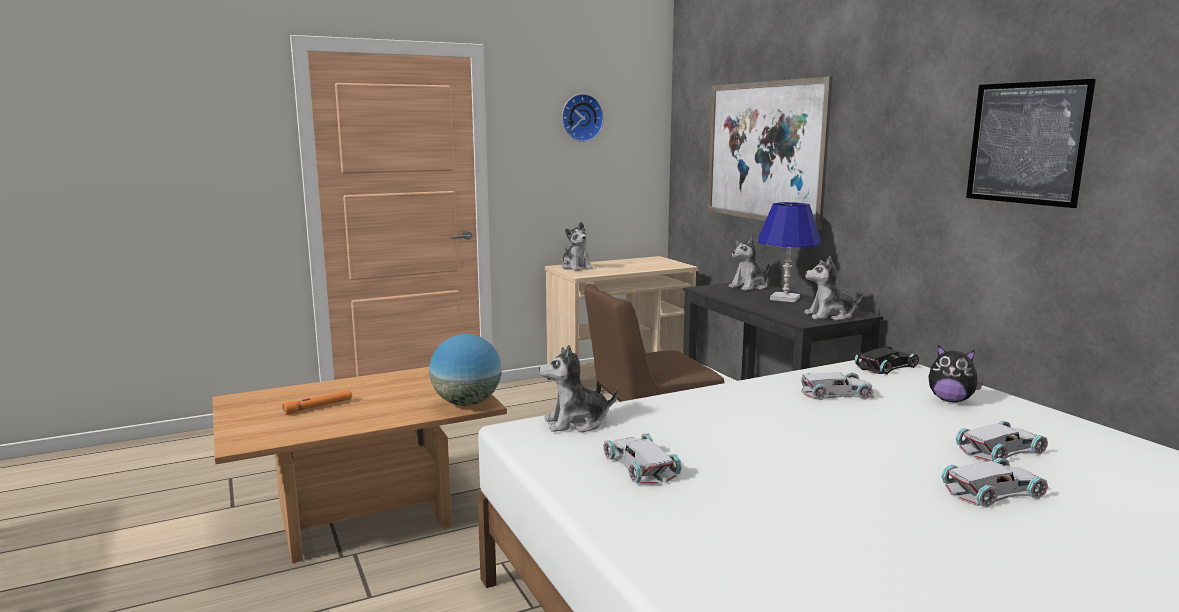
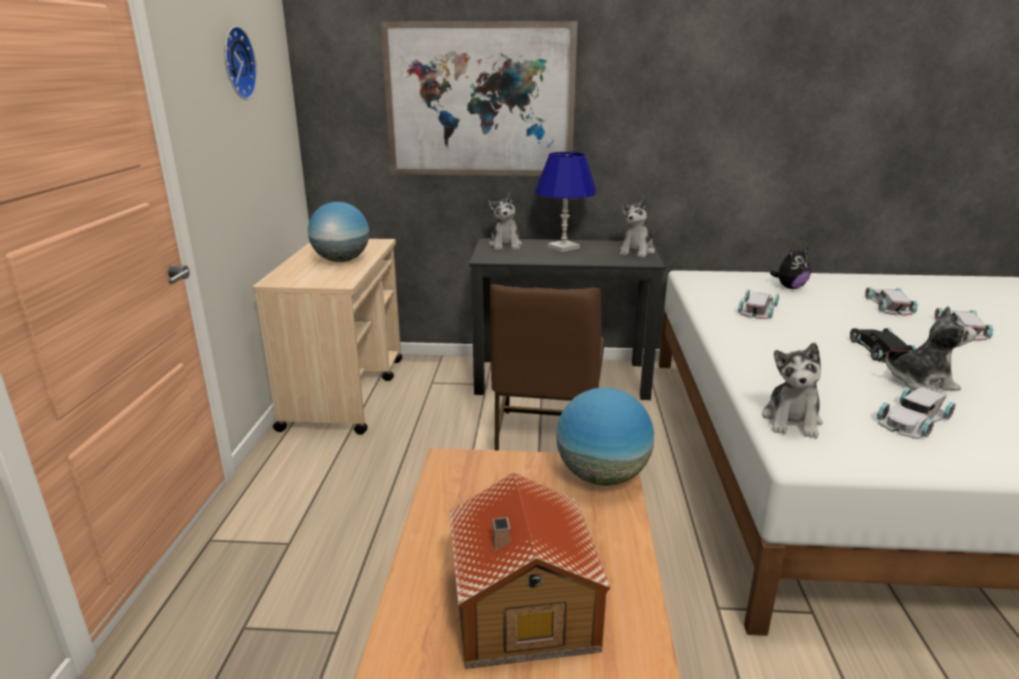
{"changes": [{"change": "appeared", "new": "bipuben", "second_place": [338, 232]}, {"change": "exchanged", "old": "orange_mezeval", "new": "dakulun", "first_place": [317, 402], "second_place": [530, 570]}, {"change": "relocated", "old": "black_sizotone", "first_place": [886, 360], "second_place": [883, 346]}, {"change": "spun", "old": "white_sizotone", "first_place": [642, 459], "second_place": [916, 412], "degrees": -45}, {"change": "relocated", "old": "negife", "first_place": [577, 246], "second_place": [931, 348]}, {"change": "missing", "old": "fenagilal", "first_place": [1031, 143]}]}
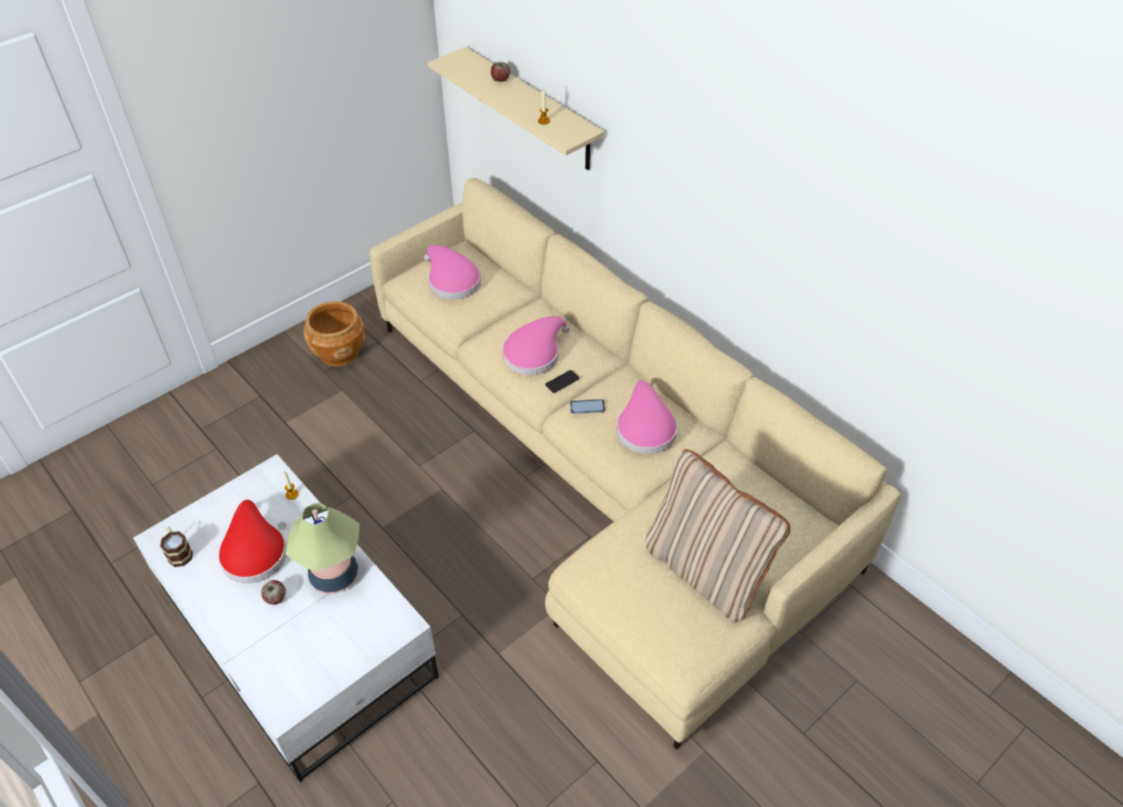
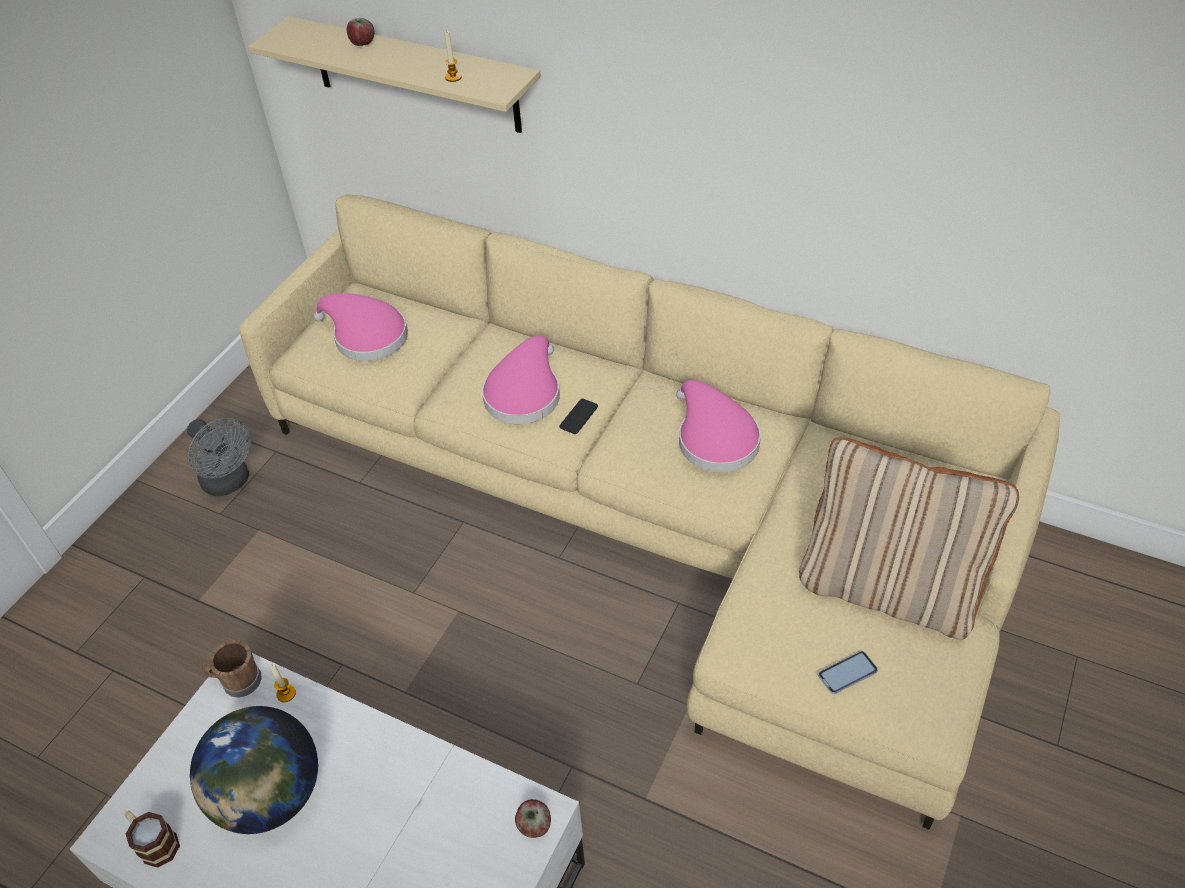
{"changes": [{"change": "exchanged", "old": "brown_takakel", "new": "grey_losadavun", "first_place": [334, 334], "second_place": [219, 457]}, {"change": "exchanged", "old": "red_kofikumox", "new": "bipuben", "first_place": [252, 542], "second_place": [254, 770]}, {"change": "appeared", "new": "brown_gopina", "second_place": [232, 668]}, {"change": "relocated", "old": "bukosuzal", "first_place": [273, 592], "second_place": [533, 818]}, {"change": "relocated", "old": "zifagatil", "first_place": [587, 406], "second_place": [848, 672]}, {"change": "missing", "old": "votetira", "first_place": [323, 548]}]}
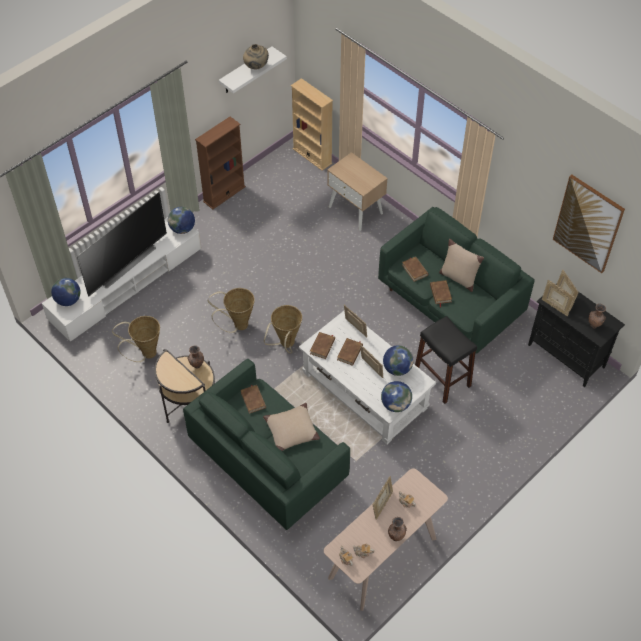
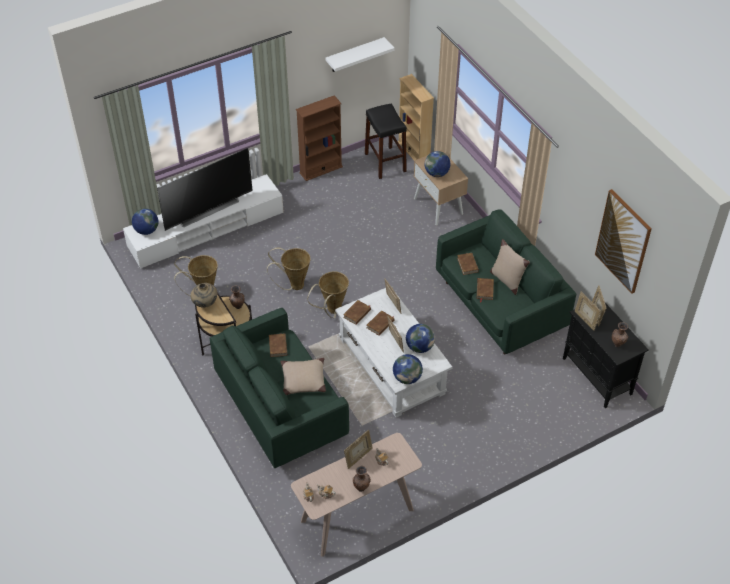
{"changes": [{"change": "relocated", "old": "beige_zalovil", "first_place": [256, 56], "second_place": [204, 295]}, {"change": "relocated", "old": "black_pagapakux", "first_place": [446, 360], "second_place": [386, 141]}, {"change": "relocated", "old": "bipuben", "first_place": [181, 220], "second_place": [437, 164]}]}
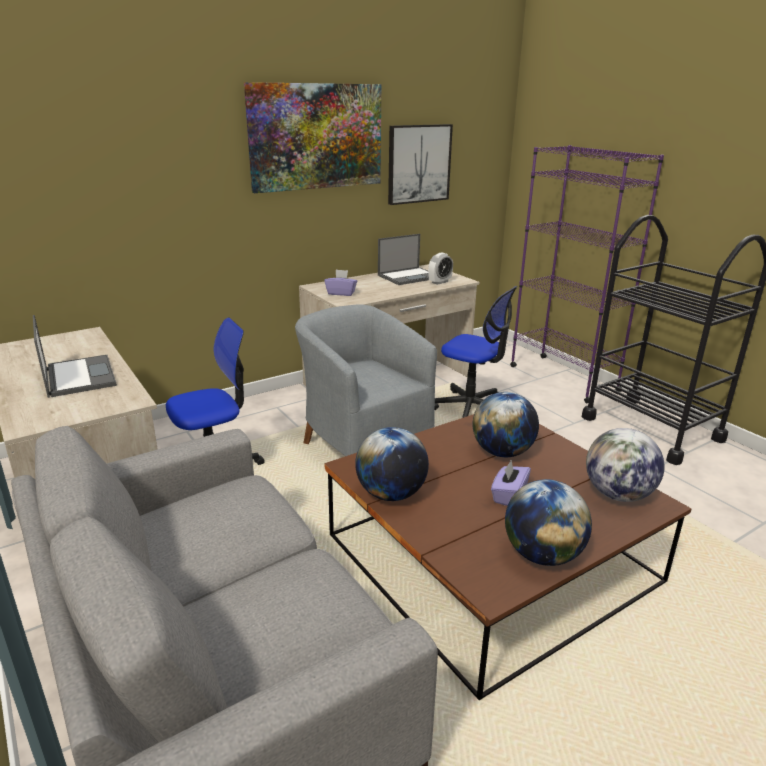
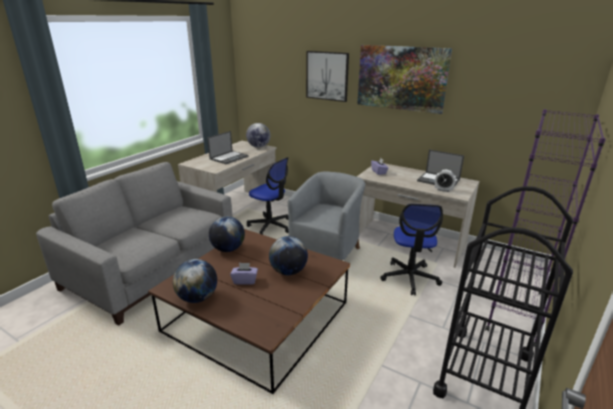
{"changes": [{"change": "relocated", "old": "bipuben", "first_place": [625, 465], "second_place": [258, 135]}, {"change": "relocated", "old": "fenagilal", "first_place": [420, 164], "second_place": [327, 76]}]}
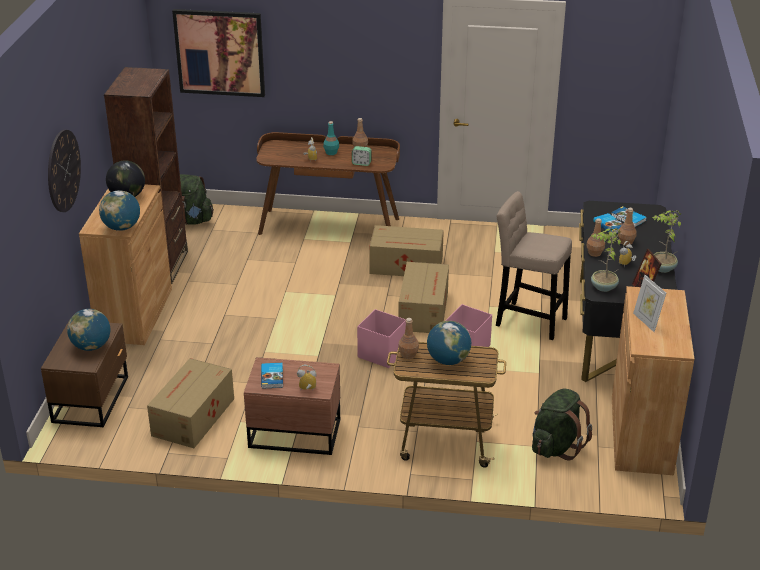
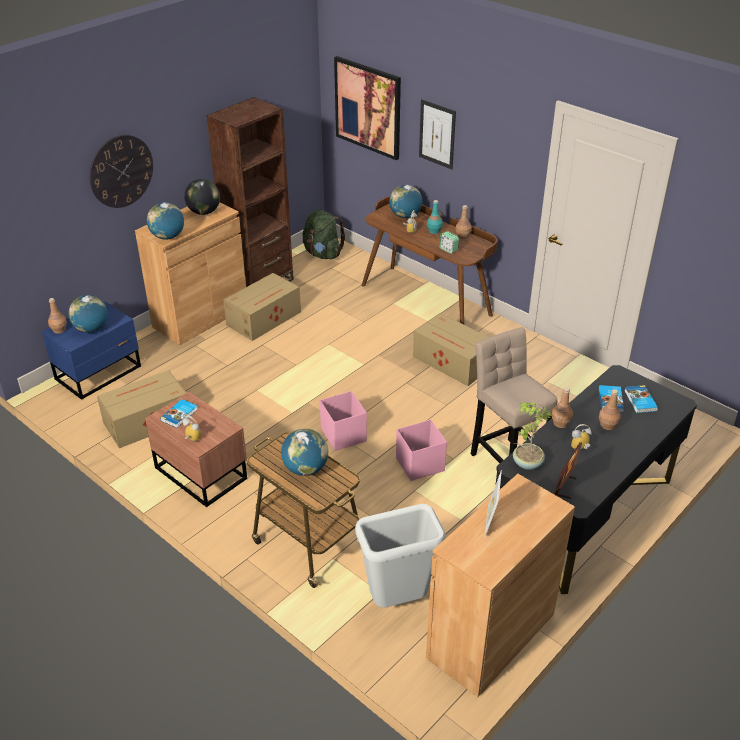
{"changes": [{"change": "colour", "old": "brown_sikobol", "new": "blue_sikobol", "first_place": [84, 373], "second_place": [91, 350]}, {"change": "relocated", "old": "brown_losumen", "first_place": [408, 338], "second_place": [57, 316]}, {"change": "relocated", "old": "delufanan", "first_place": [423, 297], "second_place": [262, 307]}, {"change": "exchanged", "old": "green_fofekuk", "new": "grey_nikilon", "first_place": [562, 425], "second_place": [400, 556]}, {"change": "appeared", "new": "bipuben", "second_place": [405, 201]}, {"change": "appeared", "new": "fenagilal", "second_place": [437, 134]}, {"change": "missing", "old": "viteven", "first_place": [666, 241]}]}
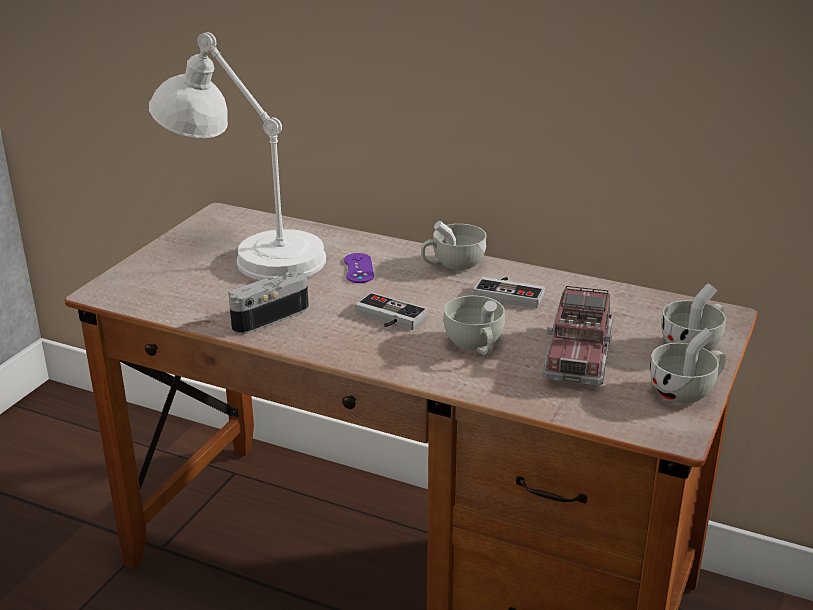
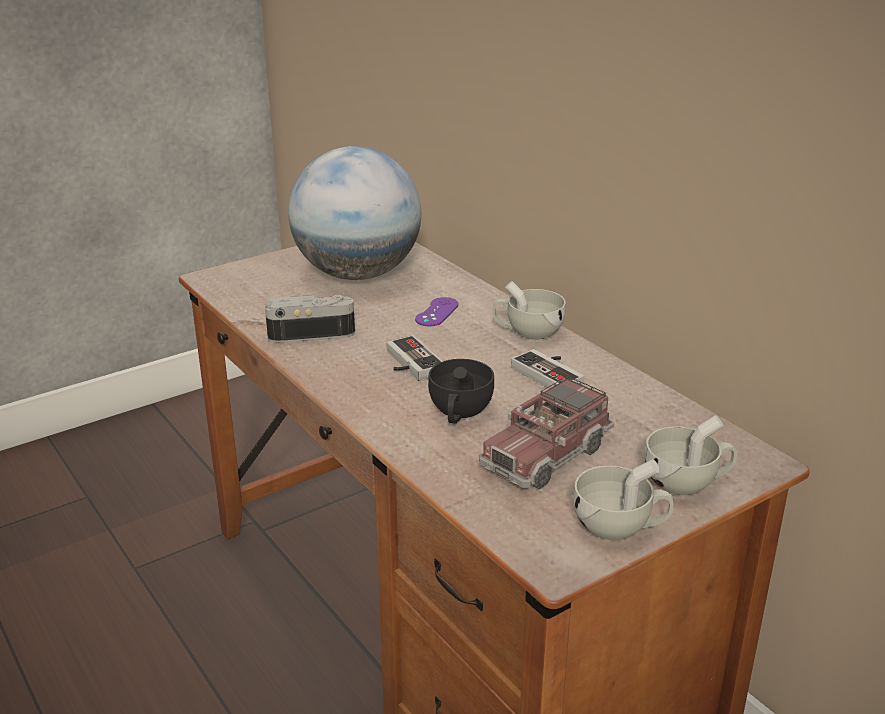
{"changes": [{"change": "exchanged", "old": "white_votetira", "new": "bipuben", "first_place": [237, 156], "second_place": [354, 213]}, {"change": "colour", "old": "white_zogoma", "new": "black_zogoma", "first_place": [474, 325], "second_place": [461, 391]}]}
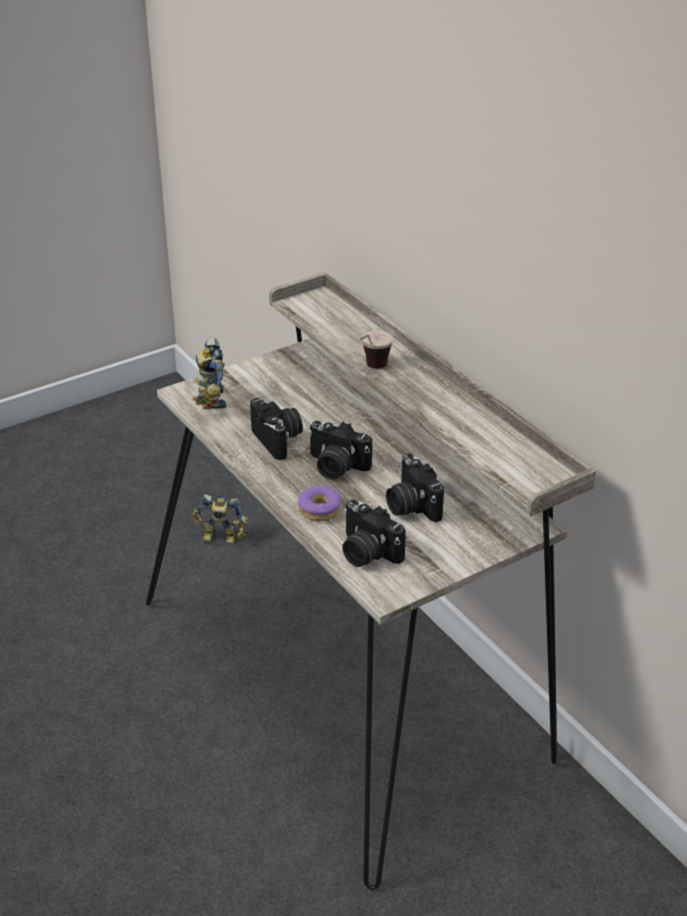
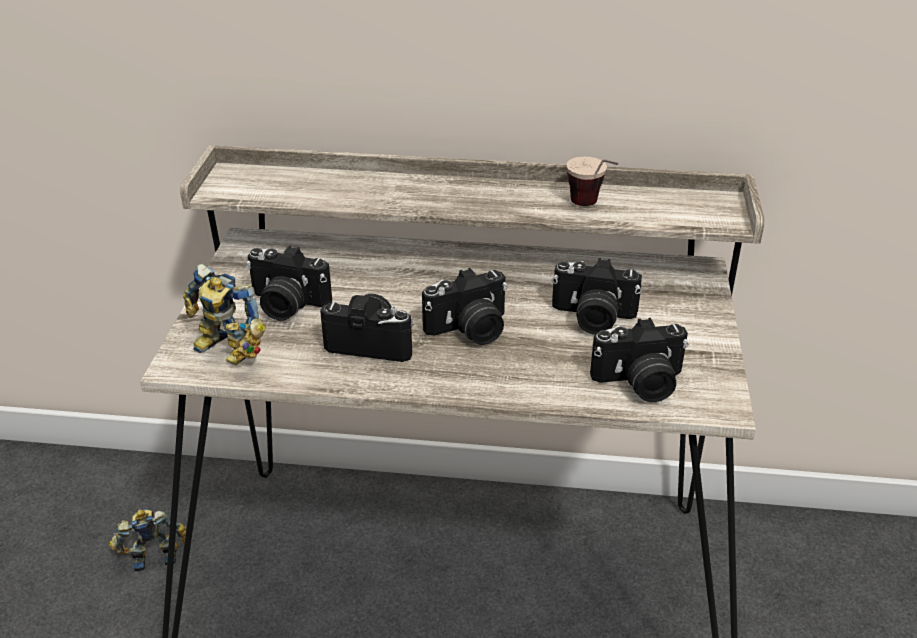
{"changes": [{"change": "spun", "old": "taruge", "first_place": [220, 519], "second_place": [148, 540], "degrees": -150}, {"change": "appeared", "new": "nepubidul", "second_place": [289, 283]}, {"change": "relocated", "old": "zogoma", "first_place": [376, 349], "second_place": [592, 181]}, {"change": "missing", "old": "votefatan", "first_place": [319, 504]}]}
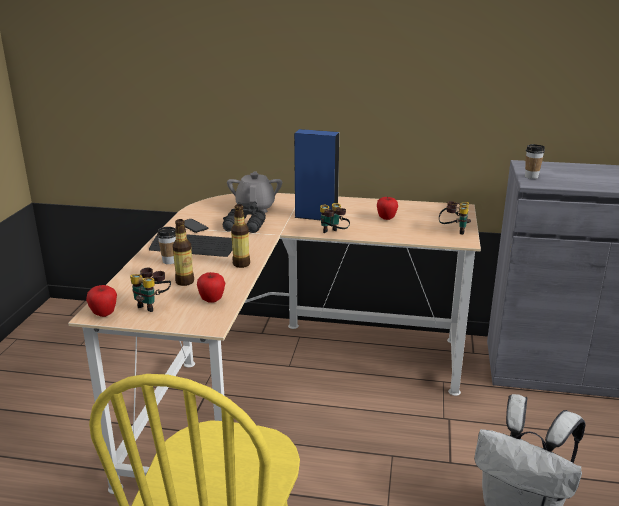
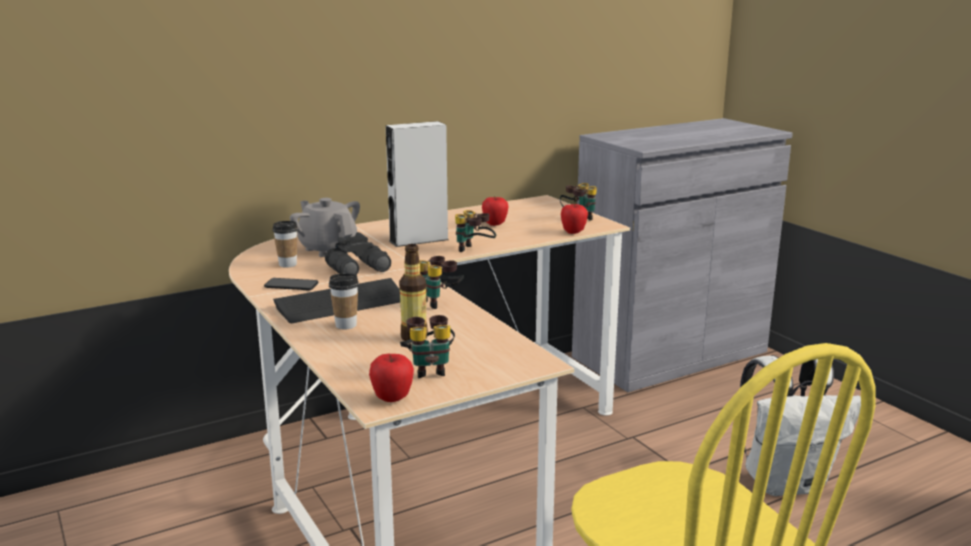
{"changes": [{"change": "relocated", "old": "zogoma", "first_place": [535, 161], "second_place": [285, 244]}, {"change": "colour", "old": "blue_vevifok", "new": "grey_vevifok", "first_place": [316, 174], "second_place": [417, 184]}, {"change": "exchanged", "old": "losumen", "new": "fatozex", "first_place": [240, 236], "second_place": [442, 282]}, {"change": "relocated", "old": "bukosuzal", "first_place": [211, 287], "second_place": [574, 219]}]}
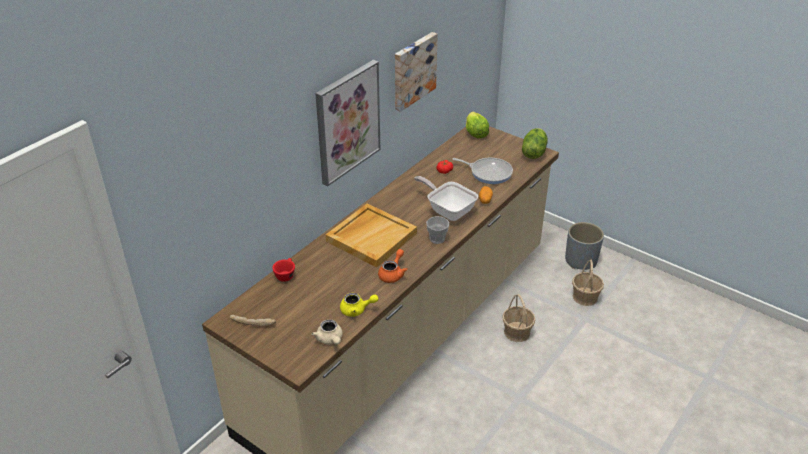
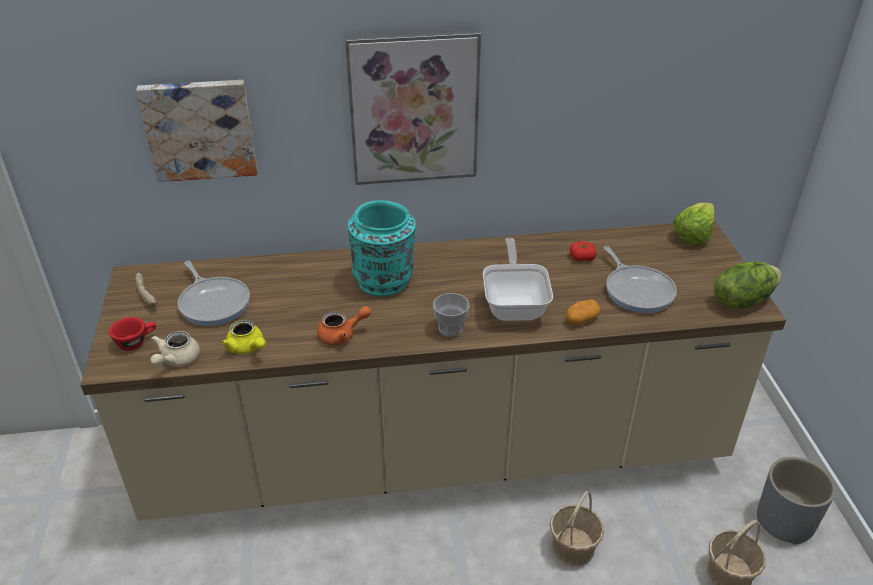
{"changes": [{"change": "relocated", "old": "red_zogoma", "first_place": [283, 270], "second_place": [132, 334]}, {"change": "relocated", "old": "fenagilal", "first_place": [416, 72], "second_place": [197, 131]}, {"change": "appeared", "new": "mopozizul", "second_place": [214, 293]}, {"change": "exchanged", "old": "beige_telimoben", "new": "turquoise_zalovil", "first_place": [371, 236], "second_place": [382, 248]}]}
